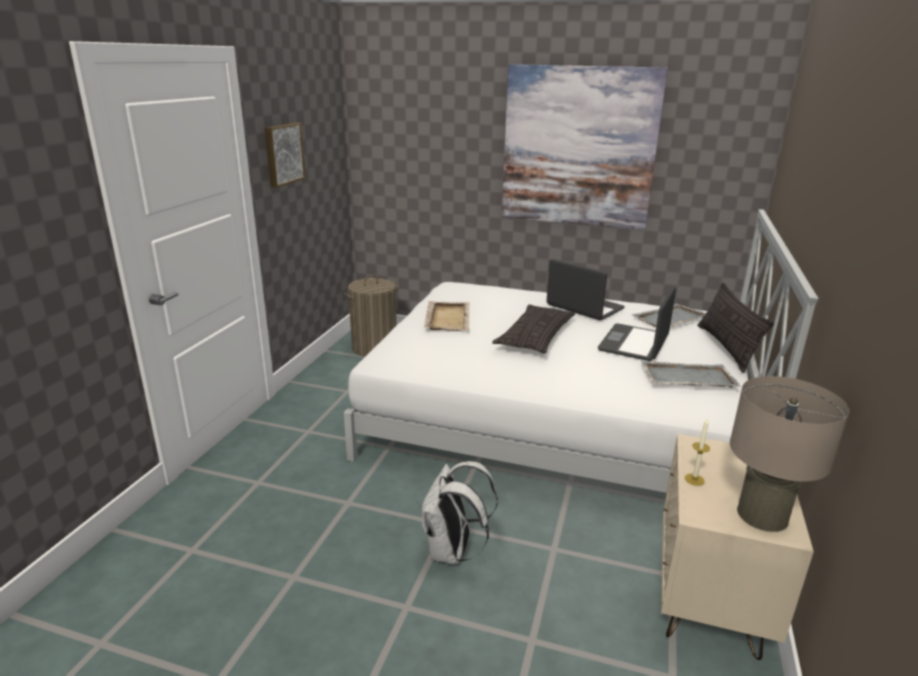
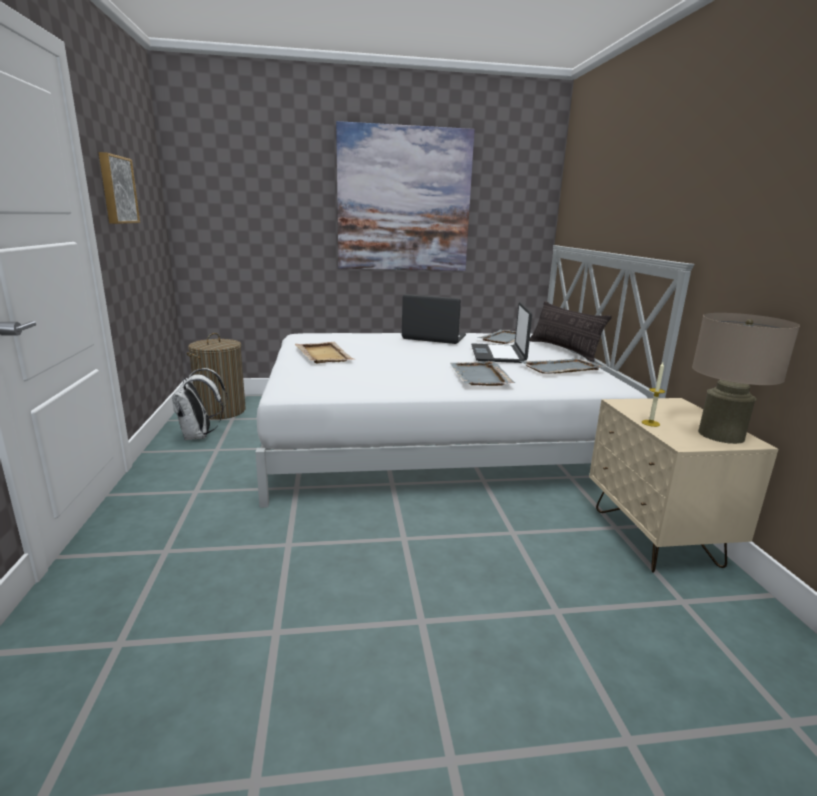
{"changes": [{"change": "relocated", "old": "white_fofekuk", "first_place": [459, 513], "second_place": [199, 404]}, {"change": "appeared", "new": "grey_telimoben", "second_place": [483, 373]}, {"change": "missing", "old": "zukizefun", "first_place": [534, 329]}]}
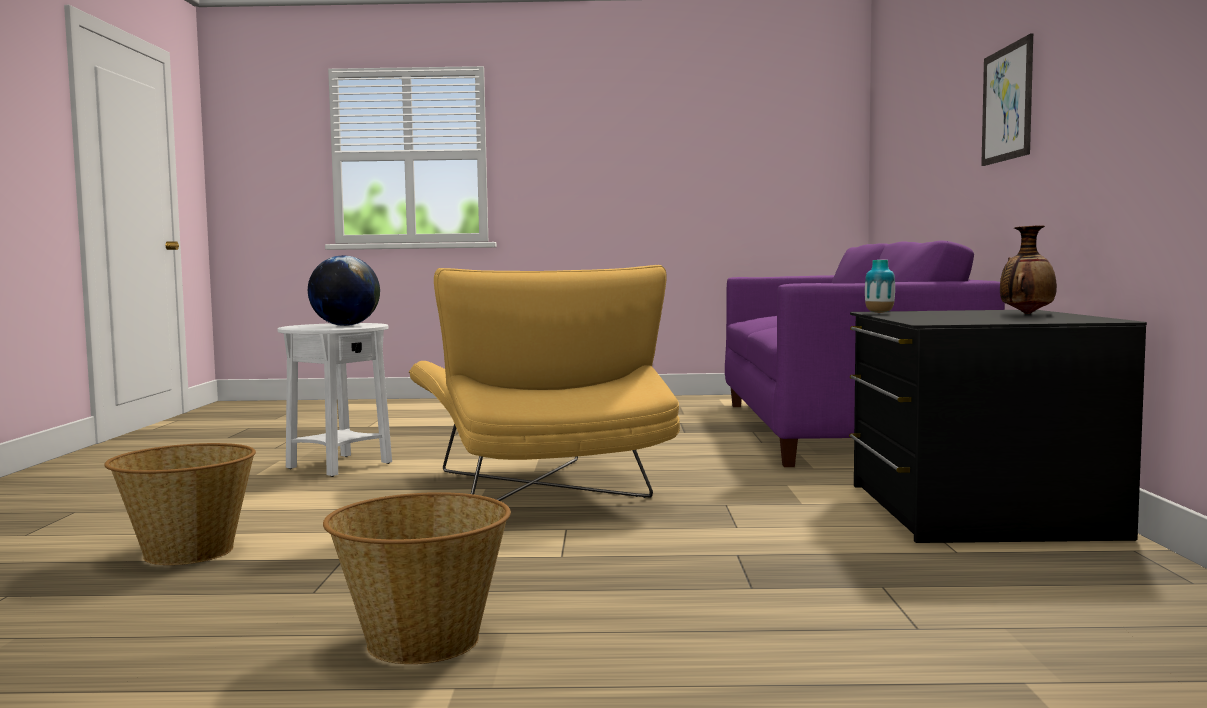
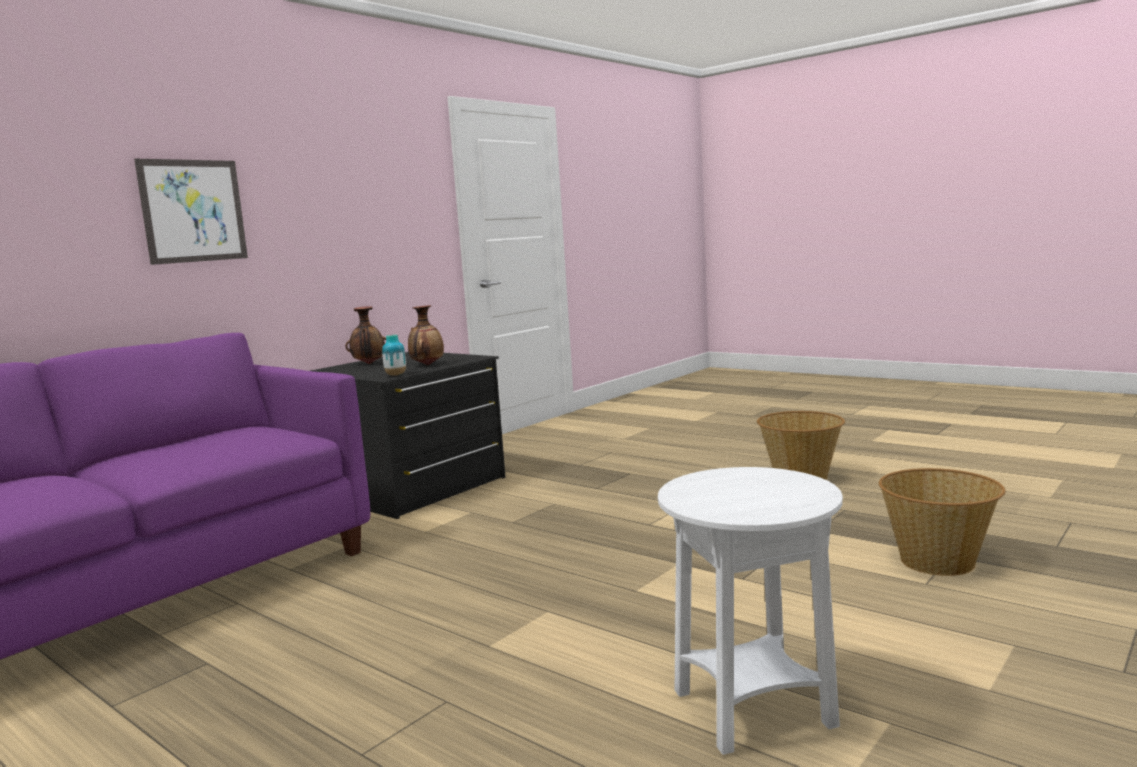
{"changes": [{"change": "appeared", "new": "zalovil", "second_place": [426, 335]}, {"change": "missing", "old": "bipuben", "first_place": [344, 290]}, {"change": "missing", "old": "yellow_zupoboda", "first_place": [544, 383]}]}
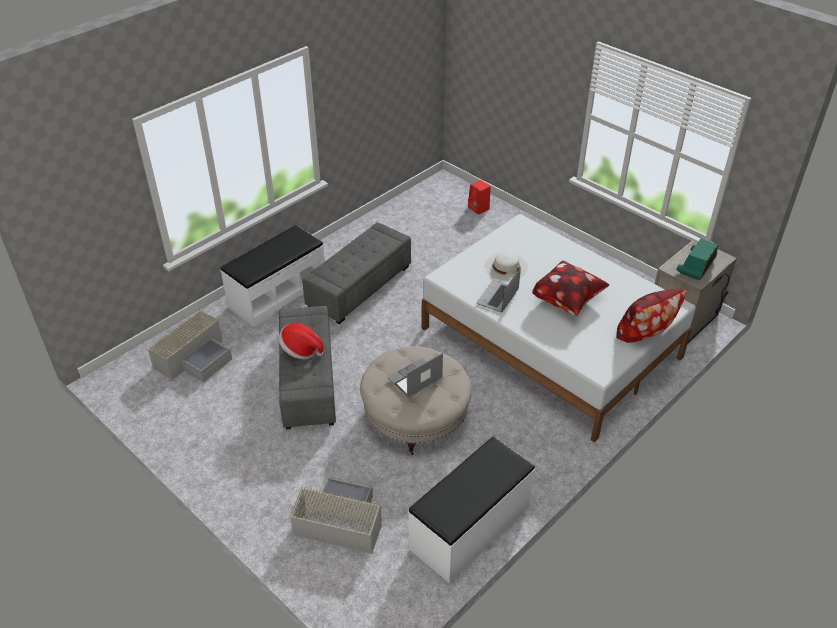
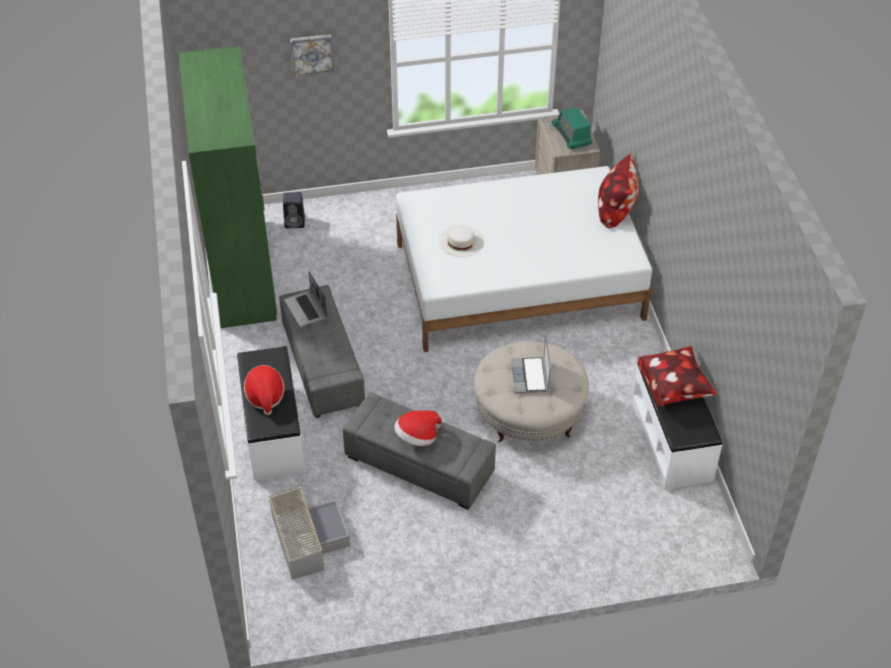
{"changes": [{"change": "appeared", "new": "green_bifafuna", "second_place": [227, 187]}, {"change": "appeared", "new": "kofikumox", "second_place": [264, 390]}, {"change": "colour", "old": "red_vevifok", "new": "black_vevifok", "first_place": [479, 197], "second_place": [294, 210]}, {"change": "relocated", "old": "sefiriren", "first_place": [498, 290], "second_place": [305, 299]}, {"change": "appeared", "new": "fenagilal", "second_place": [312, 55]}, {"change": "relocated", "old": "zukizefun", "first_place": [570, 288], "second_place": [677, 376]}, {"change": "missing", "old": "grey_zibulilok", "first_place": [336, 515]}]}
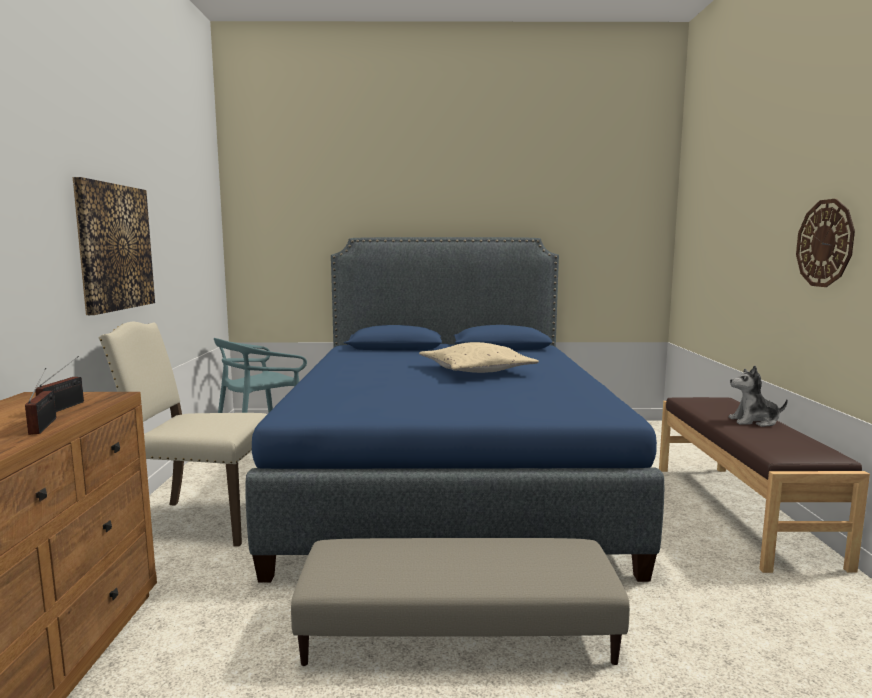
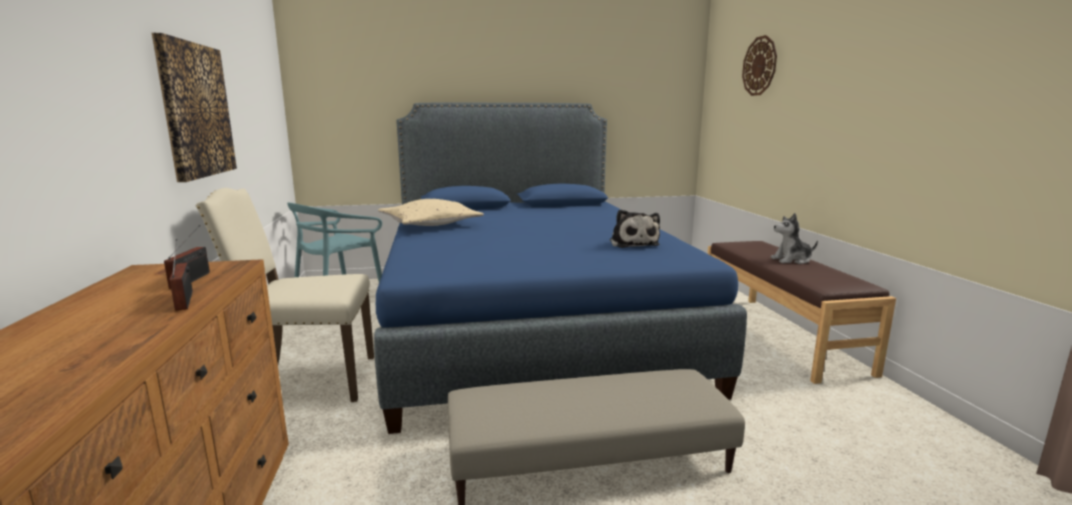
{"changes": [{"change": "relocated", "old": "beige_zukizefun", "first_place": [479, 357], "second_place": [431, 212]}, {"change": "appeared", "new": "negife", "second_place": [635, 228]}, {"change": "relocated", "old": "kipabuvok", "first_place": [825, 243], "second_place": [759, 65]}]}
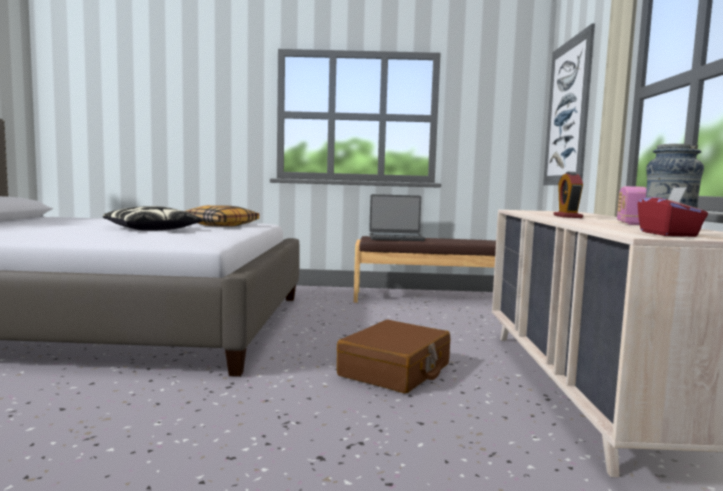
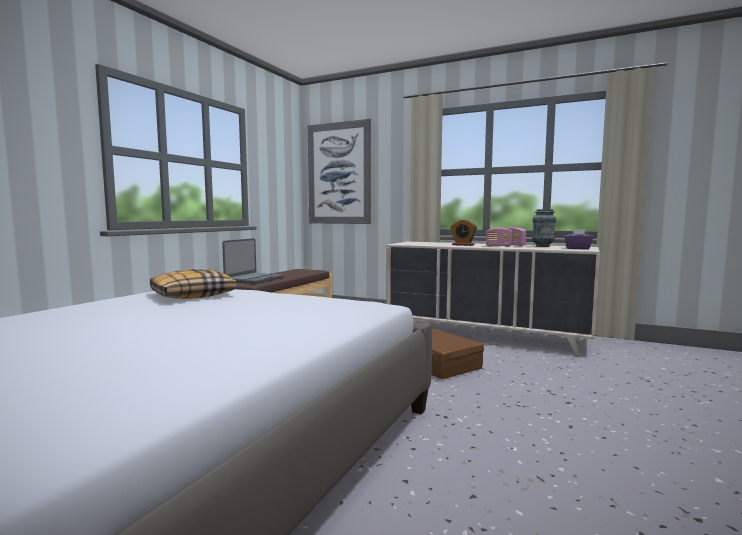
{"changes": [{"change": "appeared", "new": "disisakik", "second_place": [499, 237]}, {"change": "colour", "old": "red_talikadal", "new": "purple_talikadal", "first_place": [672, 212], "second_place": [578, 239]}, {"change": "missing", "old": "zukizefun", "first_place": [153, 218]}]}
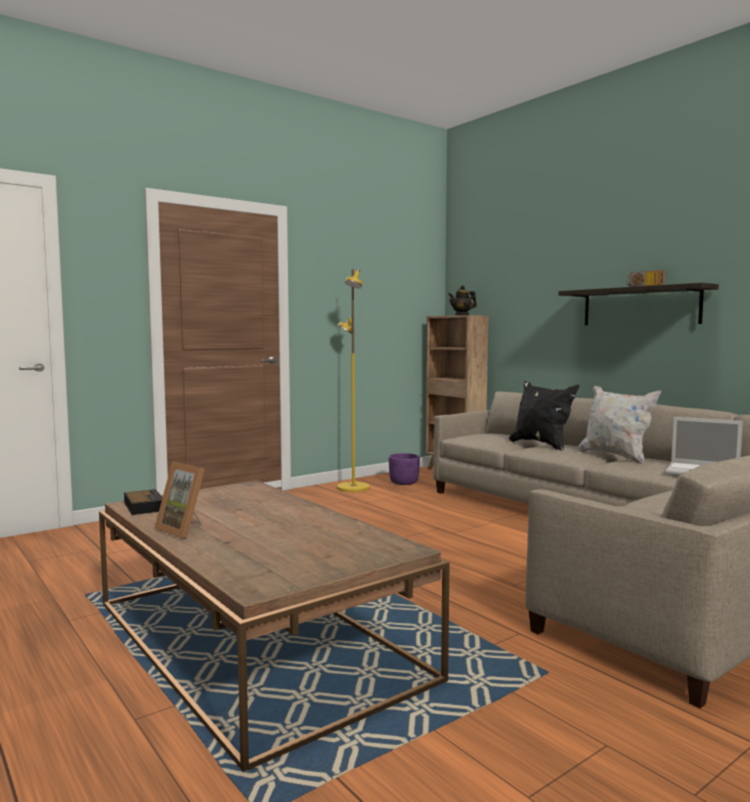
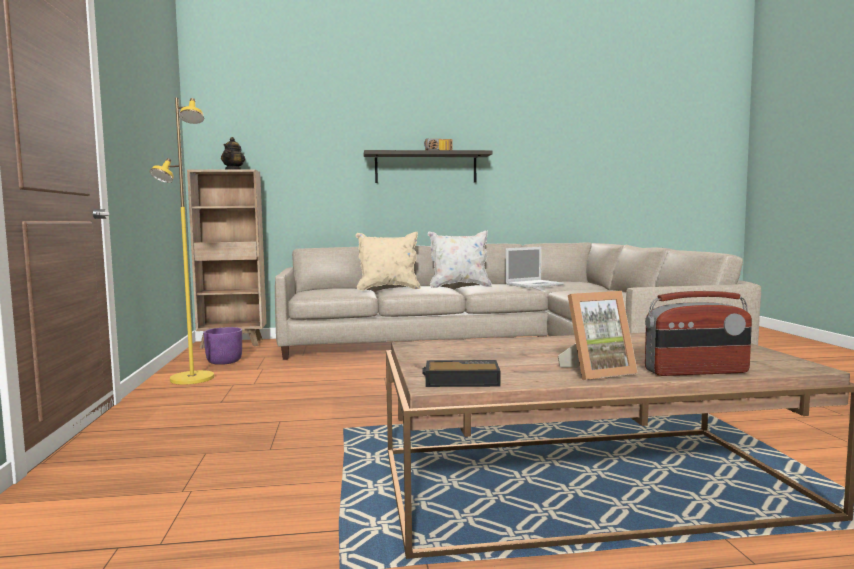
{"changes": [{"change": "colour", "old": "black_zukizefun", "new": "beige_zukizefun", "first_place": [544, 416], "second_place": [388, 261]}, {"change": "appeared", "new": "disisakik", "second_place": [698, 333]}]}
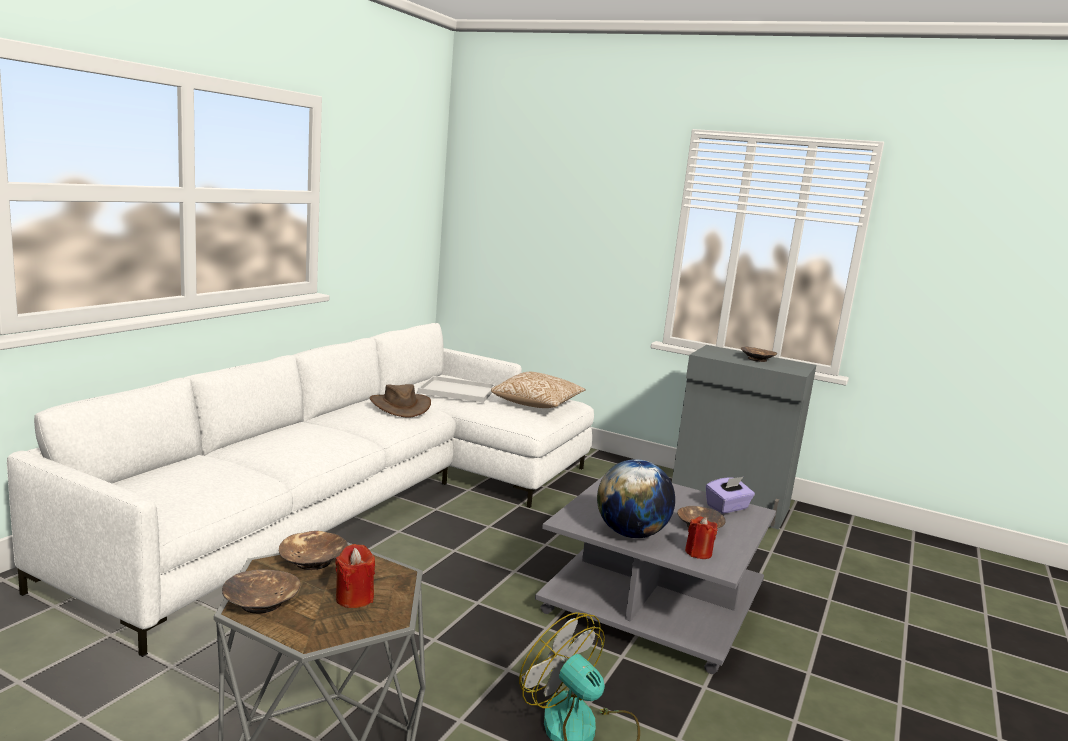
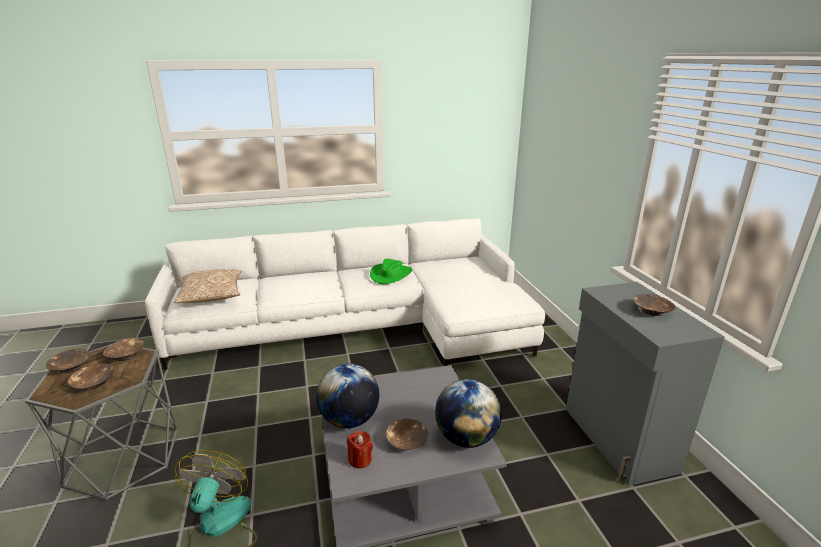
{"changes": [{"change": "exchanged", "old": "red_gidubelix", "new": "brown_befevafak", "first_place": [355, 576], "second_place": [91, 377]}, {"change": "relocated", "old": "zukizefun", "first_place": [538, 390], "second_place": [207, 286]}, {"change": "colour", "old": "brown_kofikumox", "new": "green_kofikumox", "first_place": [400, 401], "second_place": [391, 271]}, {"change": "exchanged", "old": "purple_talikadal", "new": "bipuben", "first_place": [730, 495], "second_place": [468, 413]}, {"change": "missing", "old": "white_telimoben", "first_place": [457, 389]}]}
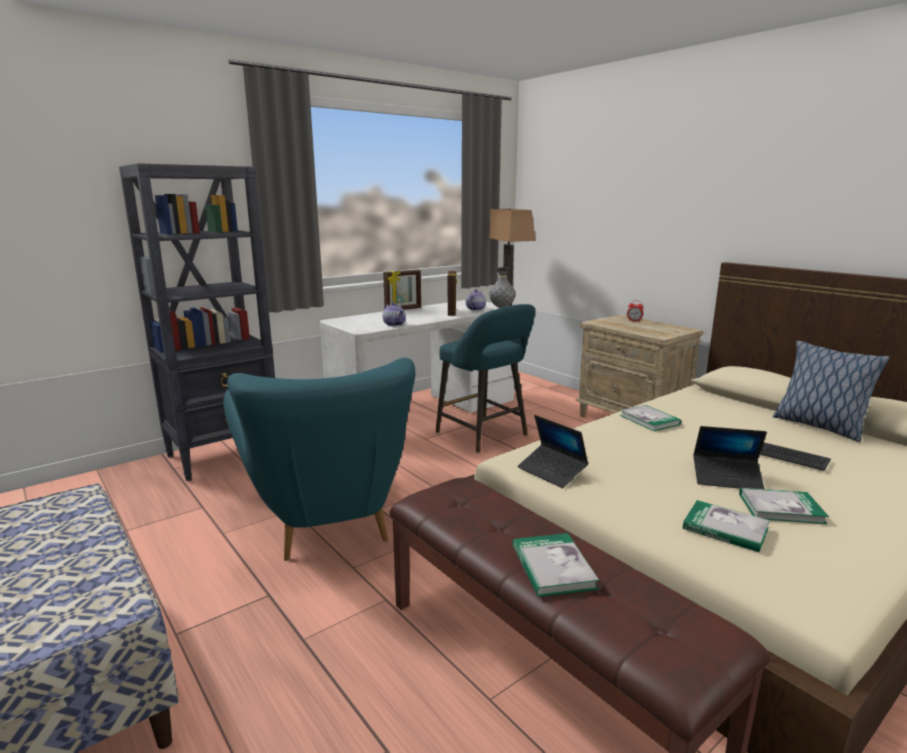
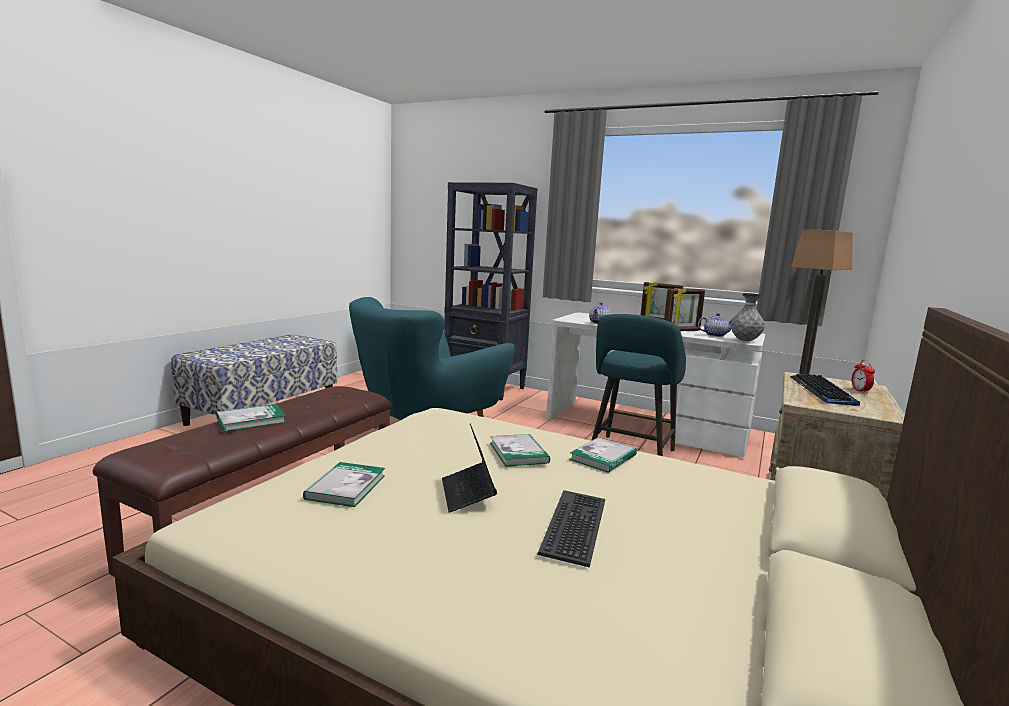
{"changes": [{"change": "relocated", "old": "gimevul", "first_place": [784, 506], "second_place": [520, 450]}, {"change": "appeared", "new": "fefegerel", "second_place": [825, 390]}, {"change": "missing", "old": "sefiriren", "first_place": [553, 451]}, {"change": "missing", "old": "zukizefun", "first_place": [831, 391]}]}
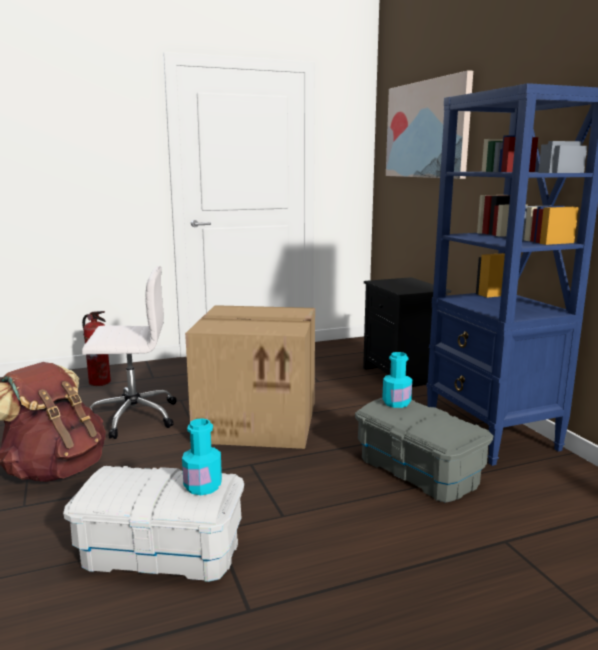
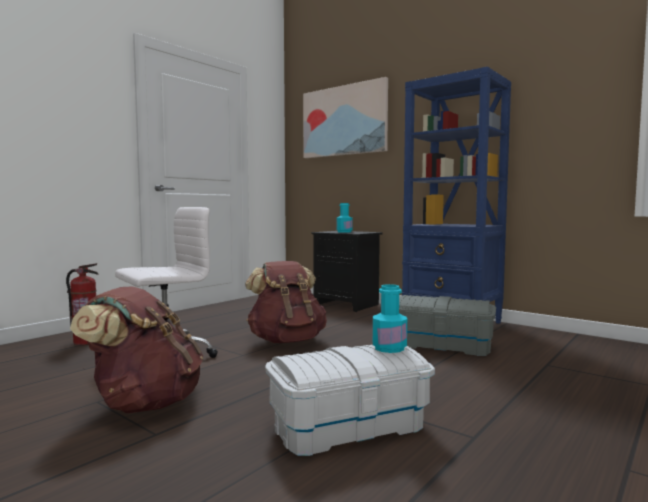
{"changes": [{"change": "exchanged", "old": "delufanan", "new": "brown_fofekuk", "first_place": [250, 377], "second_place": [286, 302]}, {"change": "relocated", "old": "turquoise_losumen", "first_place": [397, 380], "second_place": [344, 218]}]}
